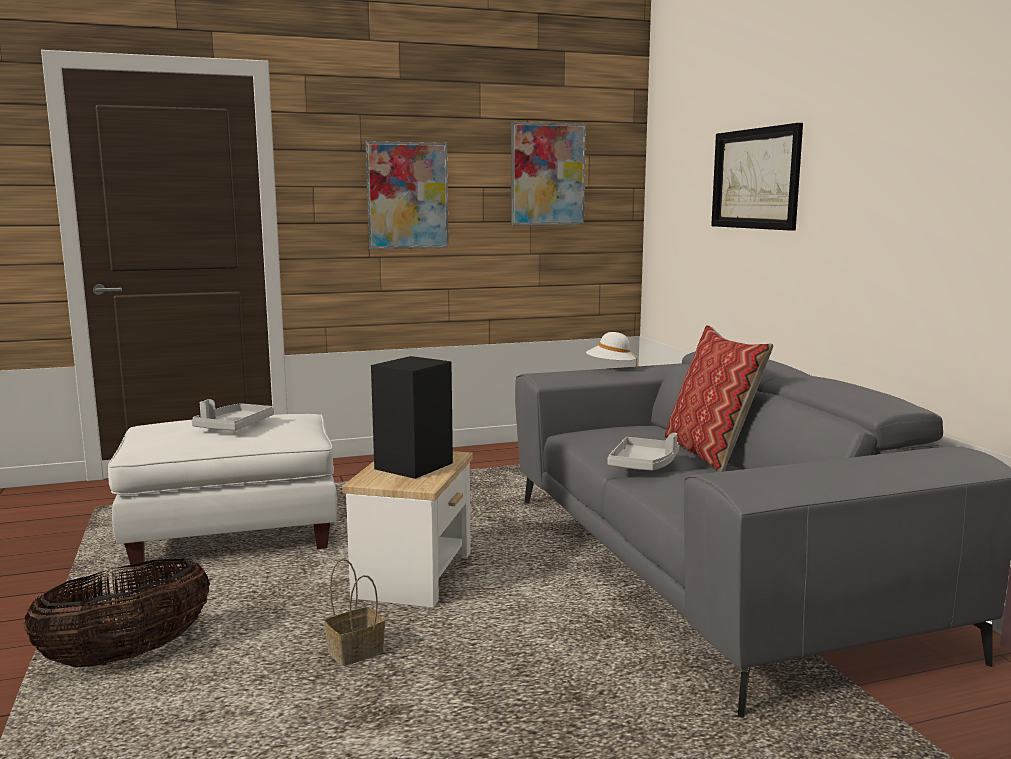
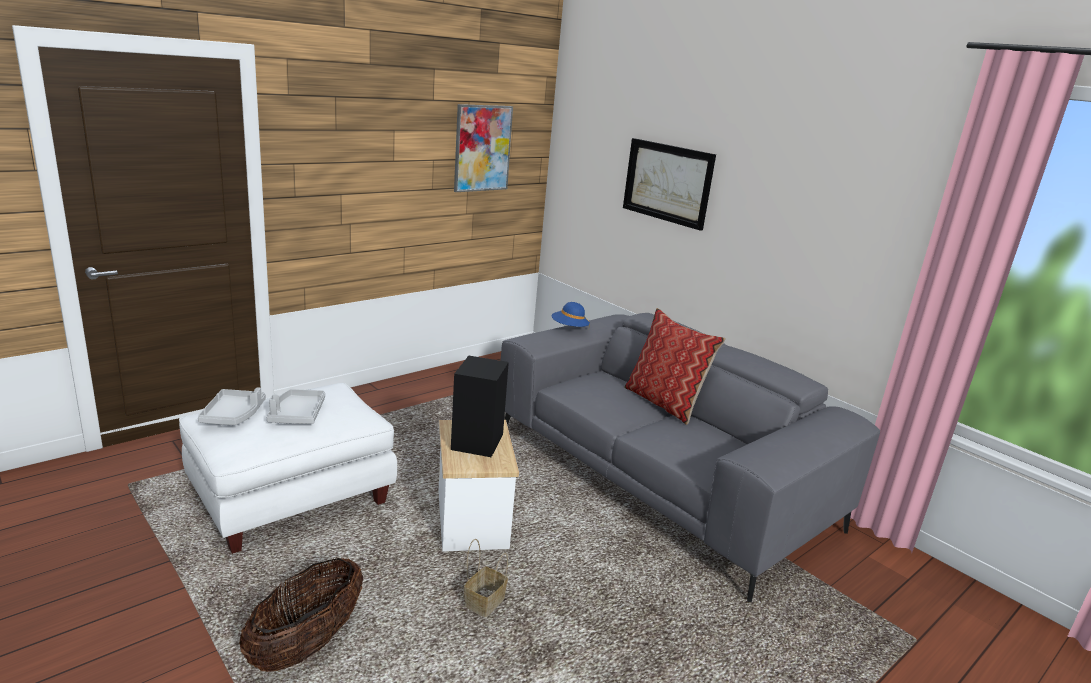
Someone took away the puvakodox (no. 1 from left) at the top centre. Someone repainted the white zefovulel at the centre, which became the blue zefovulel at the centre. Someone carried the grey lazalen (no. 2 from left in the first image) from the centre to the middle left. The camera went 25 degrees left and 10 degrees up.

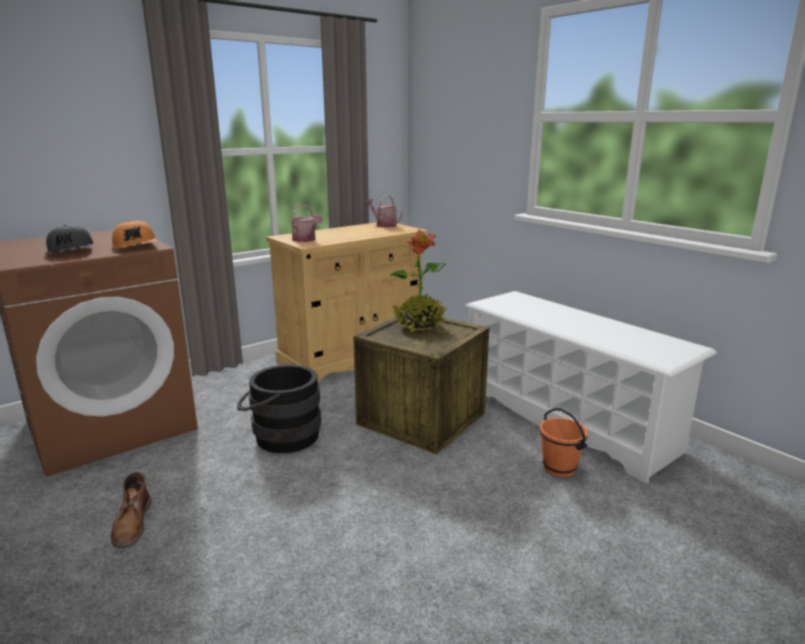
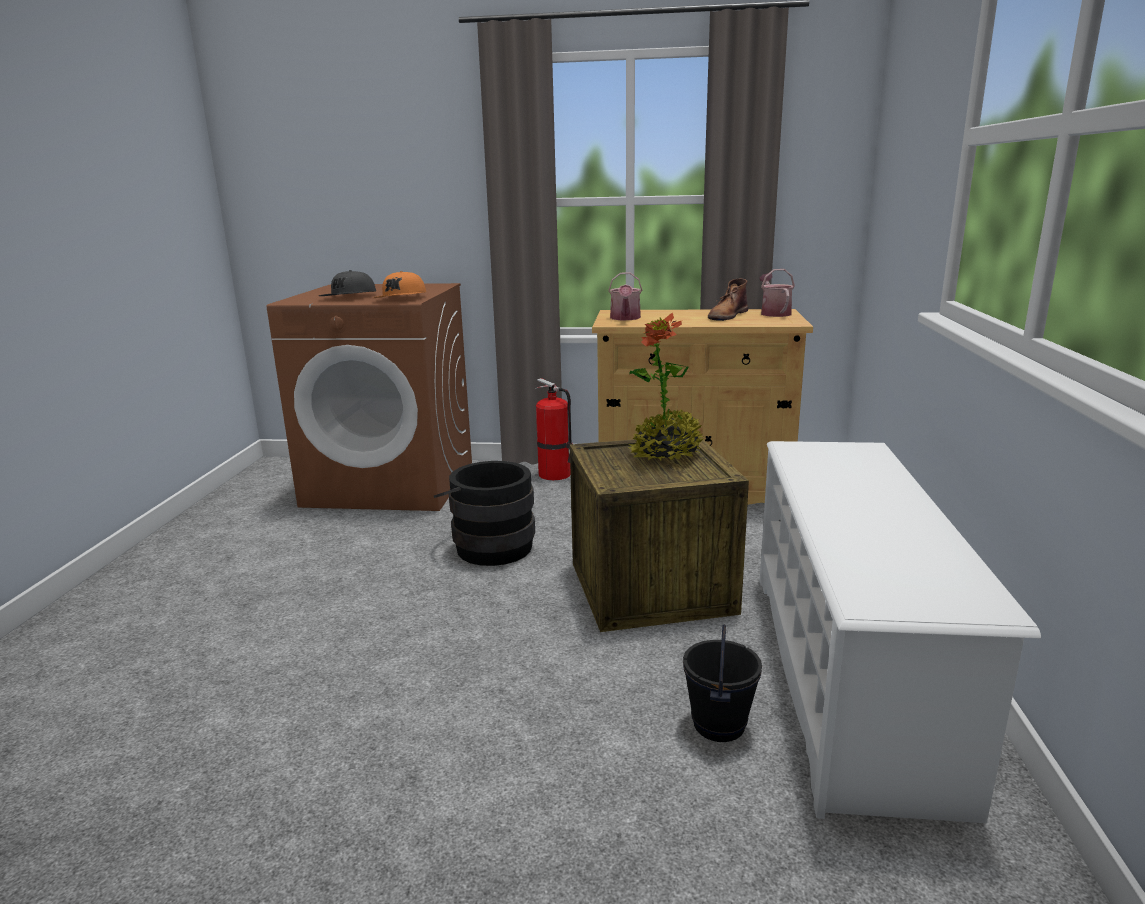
Someone repainted the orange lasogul at the bottom right, which became the black lasogul (no. 2 from left) at the bottom centre. Someone carried the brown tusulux from the bottom left to the top centre. Someone put down the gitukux at the centre. The camera went 45 degrees right and 0 degrees up.

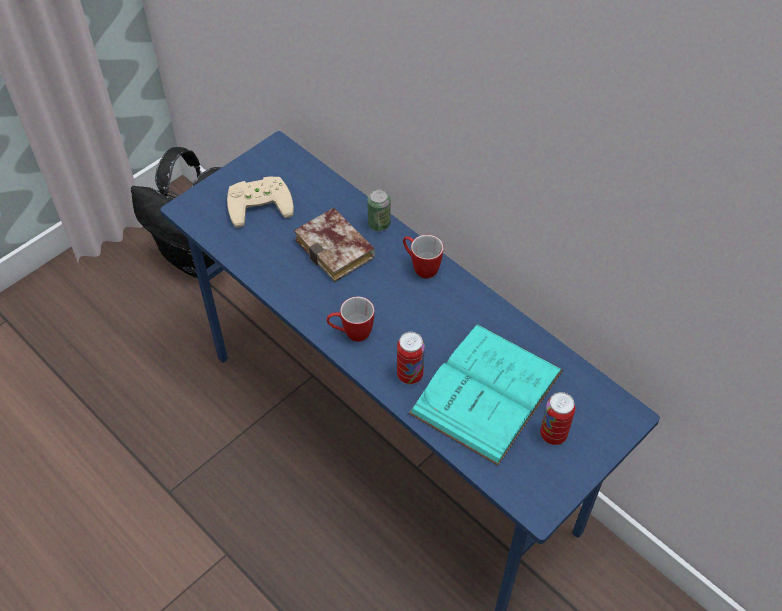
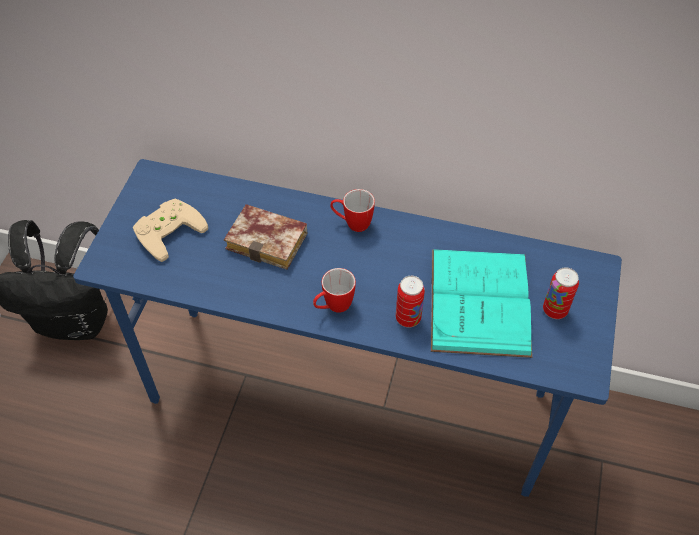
Someone took away the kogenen (no. 1 from left) at the centre. The camera went 30 degrees left and 0 degrees up.

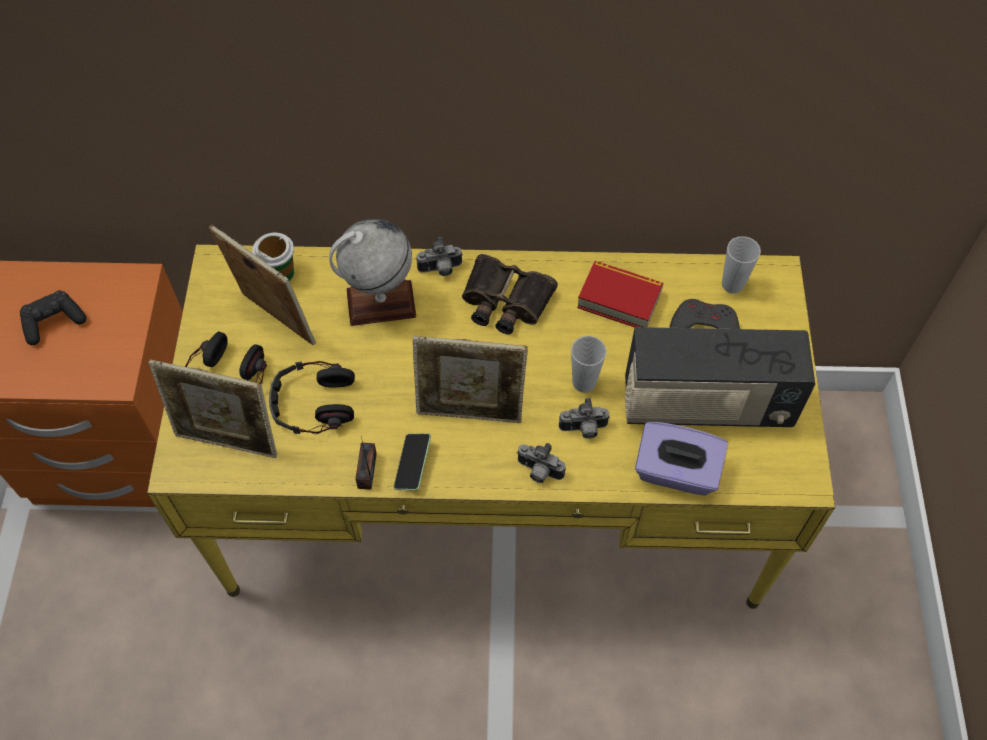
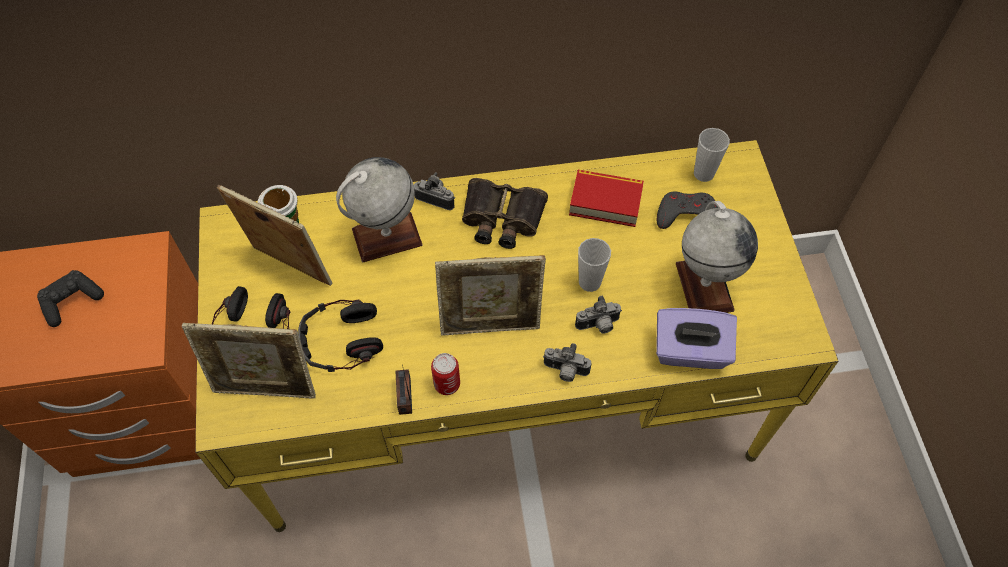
Someone rotated the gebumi (no. 1 from left) at the centre by 135 degrees counterclockwise. Someone swapped the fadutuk (no. 2 from left) at the middle right for the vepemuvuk (no. 2 from left) at the middle right. Someone swapped the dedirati at the centre for the kogenen at the centre. The camera went 10 degrees left and 0 degrees up.

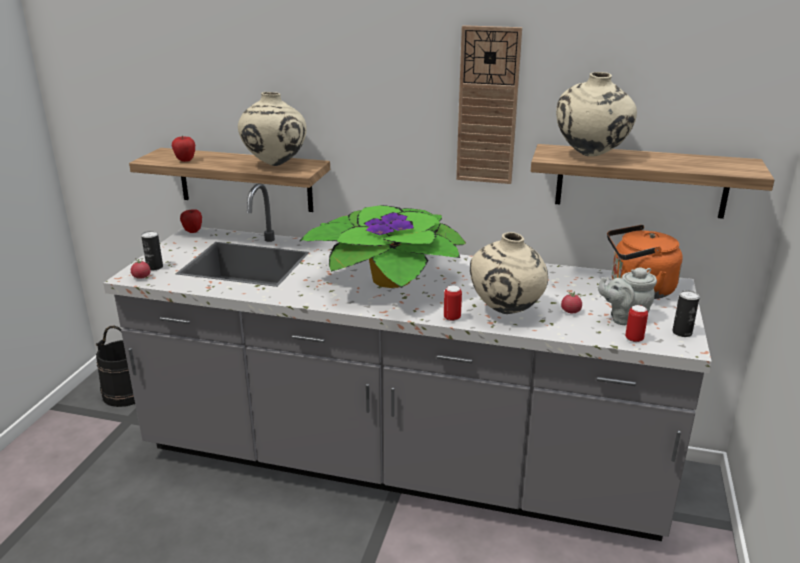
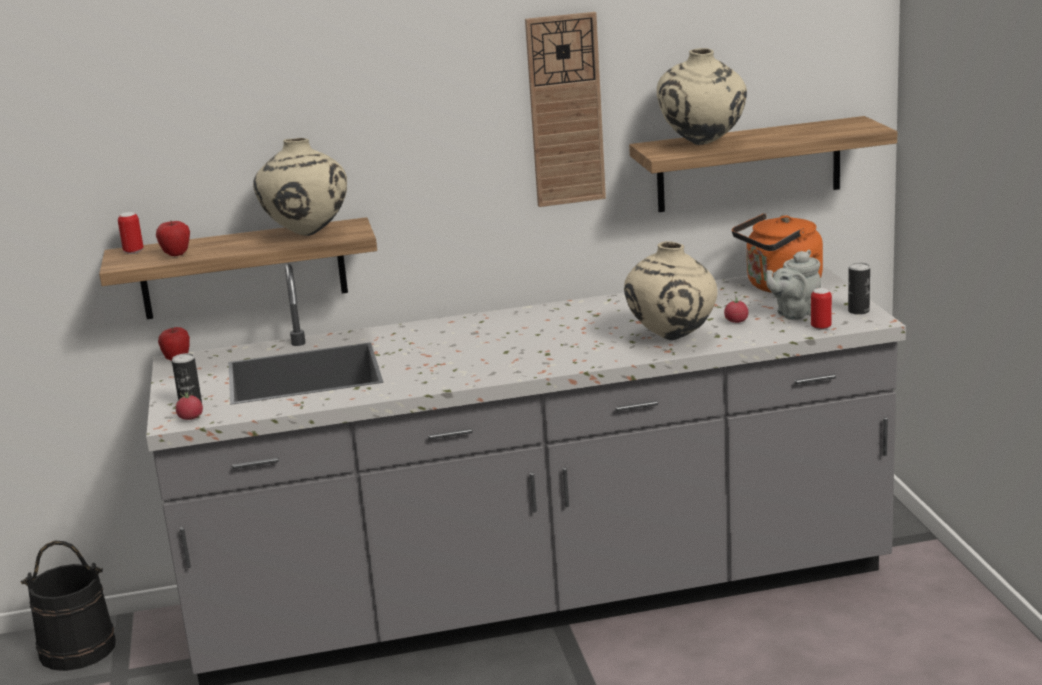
Someone took away the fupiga at the centre. Someone carried the kogenen (no. 2 from left in the first image) from the centre to the middle left. The camera went 25 degrees left and 5 degrees down.

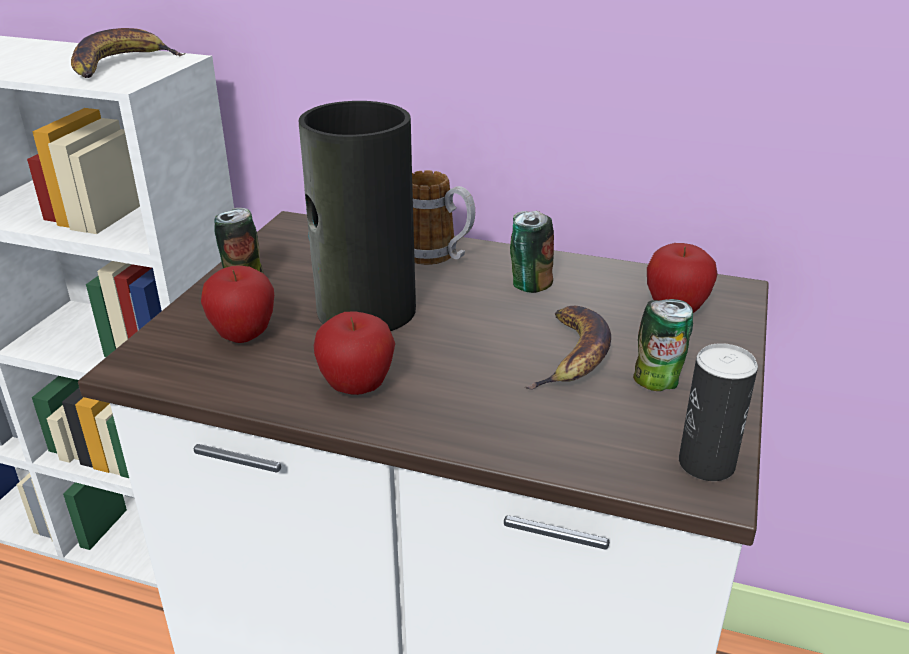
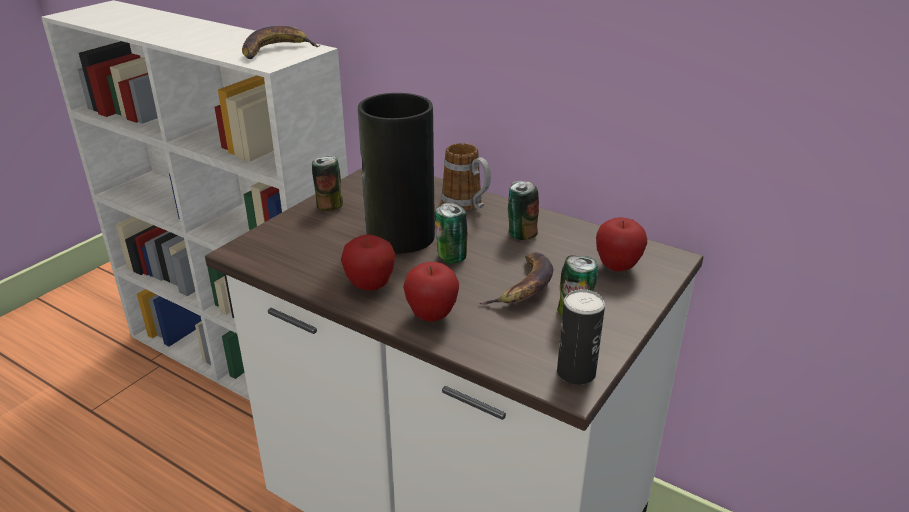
Someone carried the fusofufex (no. 1 from left in the first image) from the middle left to the centre. Someone put down the kogenen (no. 2 from left) at the centre. The camera went 15 degrees right and 0 degrees up.

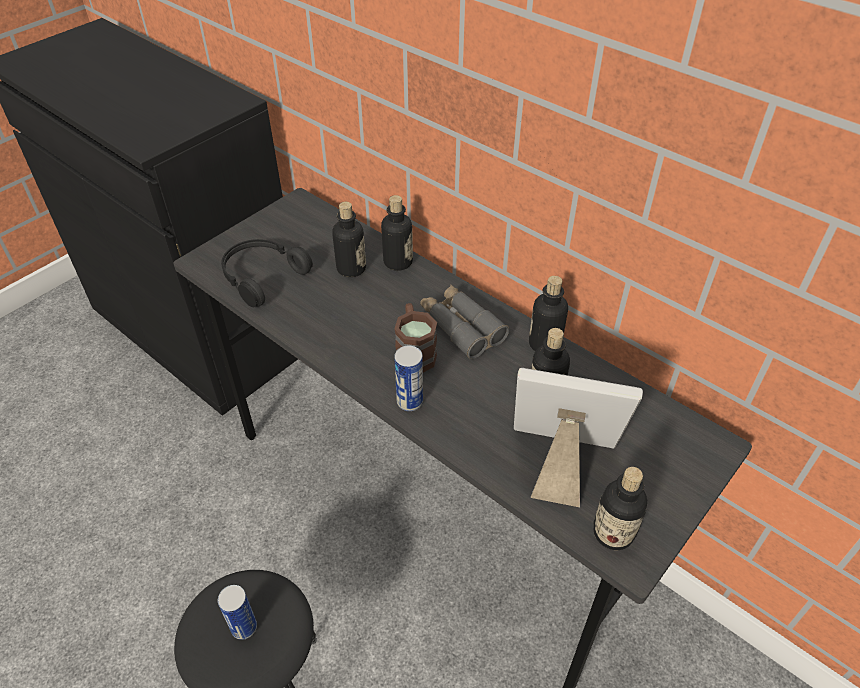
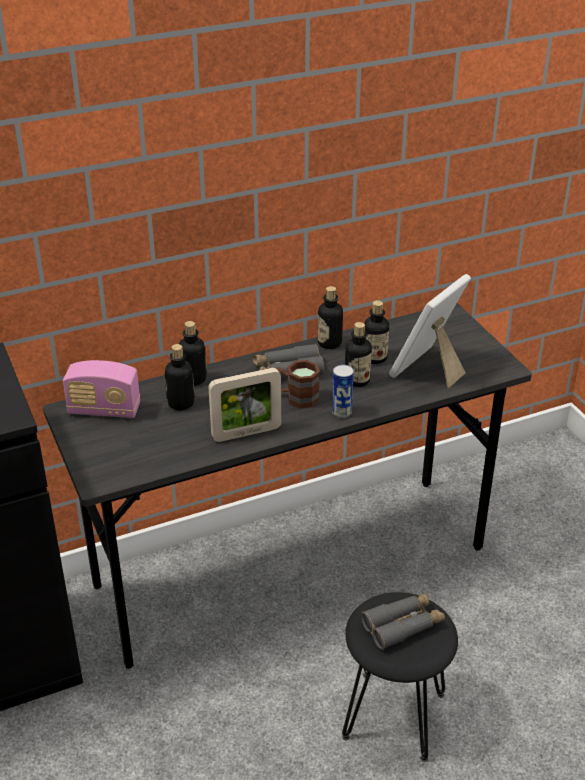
Someone took away the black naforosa at the middle left. Someone carried the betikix (no. 5 from left in the first image) from the bottom right to the centre. Someone swapped the kogenen (no. 1 from left) at the bottom left for the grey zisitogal (no. 2 from left) at the bottom right. Someone put down the fadutuk at the middle left. Someone put down the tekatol (no. 1 from left) at the centre. The camera went 65 degrees left and 10 degrees down.

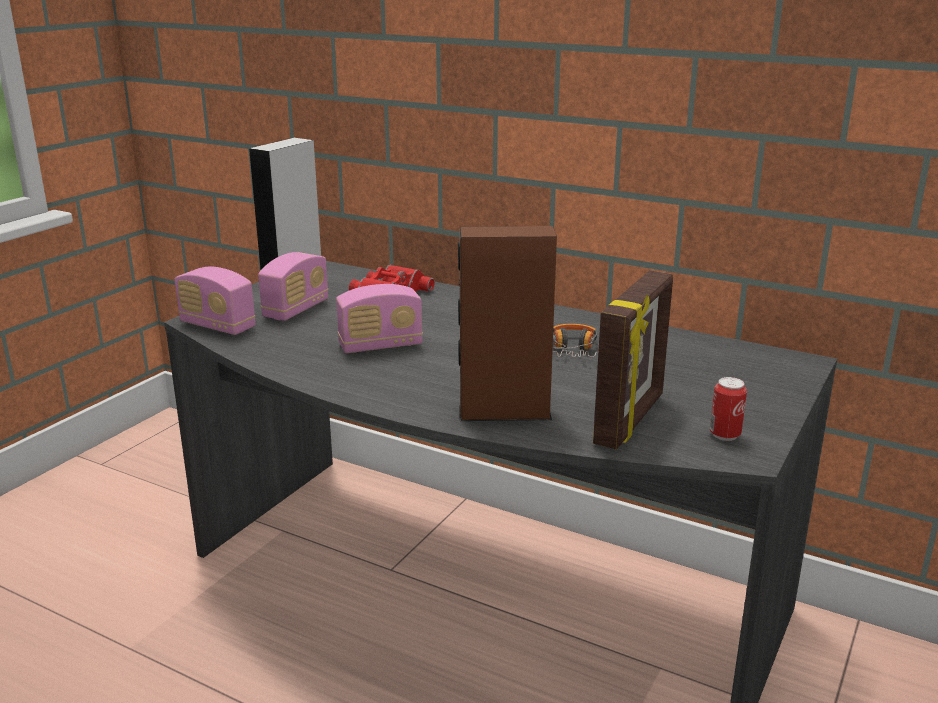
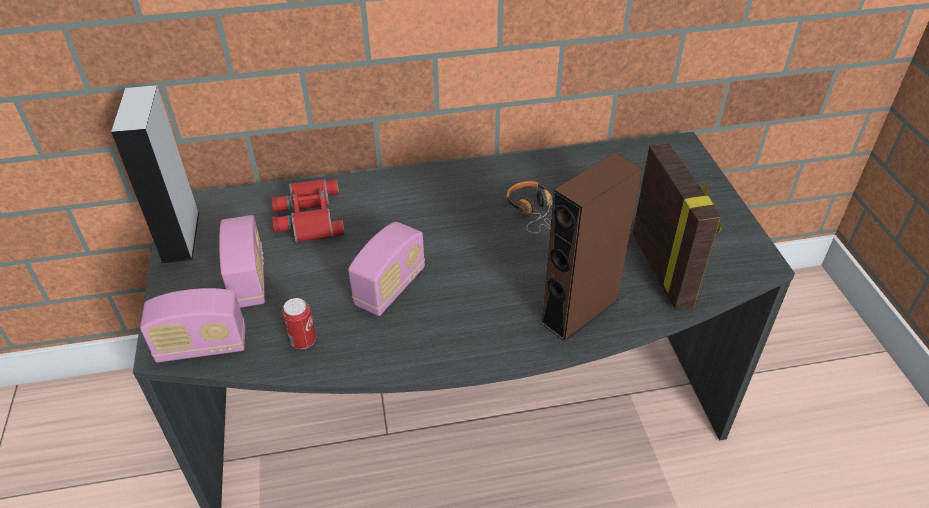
Someone carried the kogenen from the middle right to the middle left. The camera went 40 degrees left and 20 degrees up.

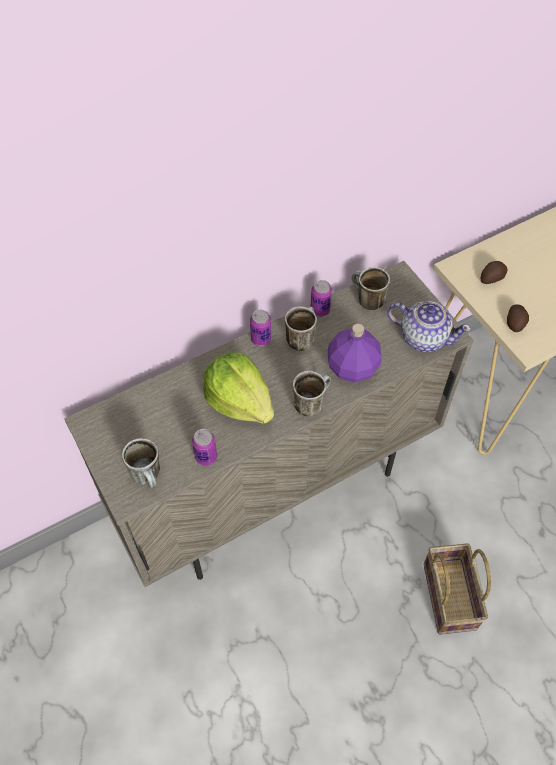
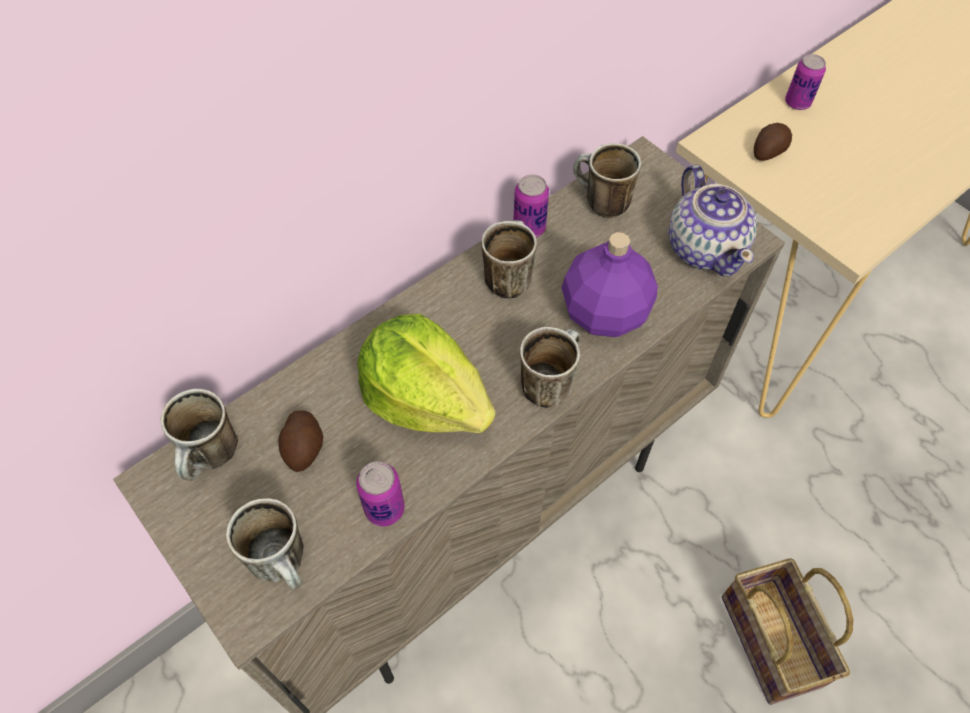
Someone rotated the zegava at the middle right by 60 degrees clockwise. Someone carried the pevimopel (no. 2 from left in the first image) from the middle right to the middle left. Someone carried the kogenen (no. 2 from left in the first image) from the centre to the top right. Someone put down the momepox (no. 1 from left) at the middle left. The camera went 10 degrees left and 0 degrees up.

